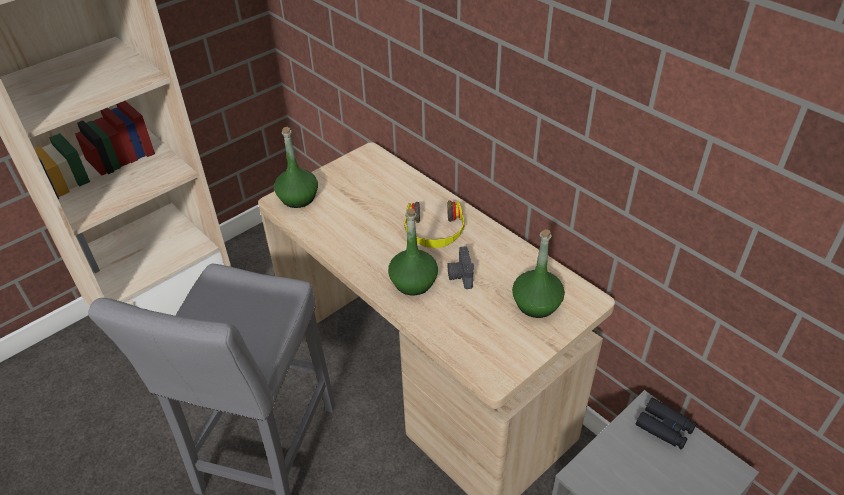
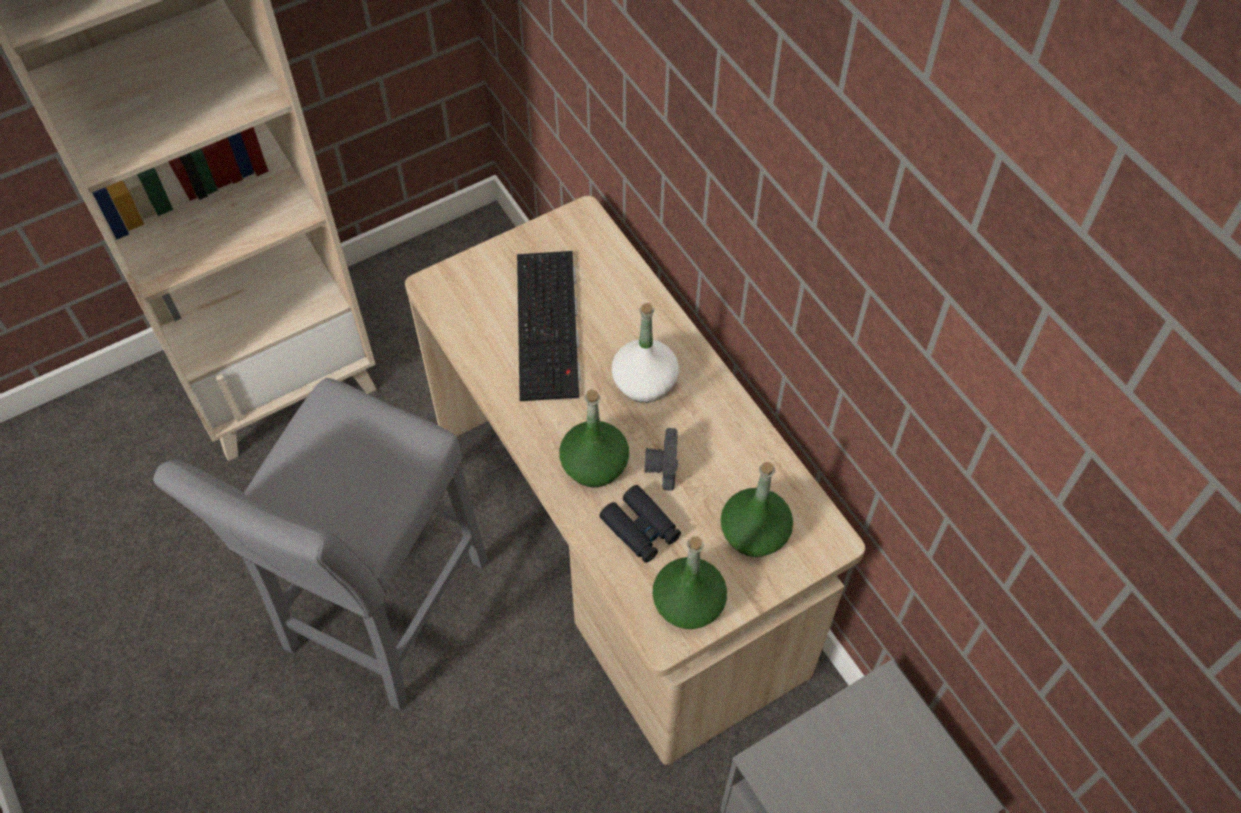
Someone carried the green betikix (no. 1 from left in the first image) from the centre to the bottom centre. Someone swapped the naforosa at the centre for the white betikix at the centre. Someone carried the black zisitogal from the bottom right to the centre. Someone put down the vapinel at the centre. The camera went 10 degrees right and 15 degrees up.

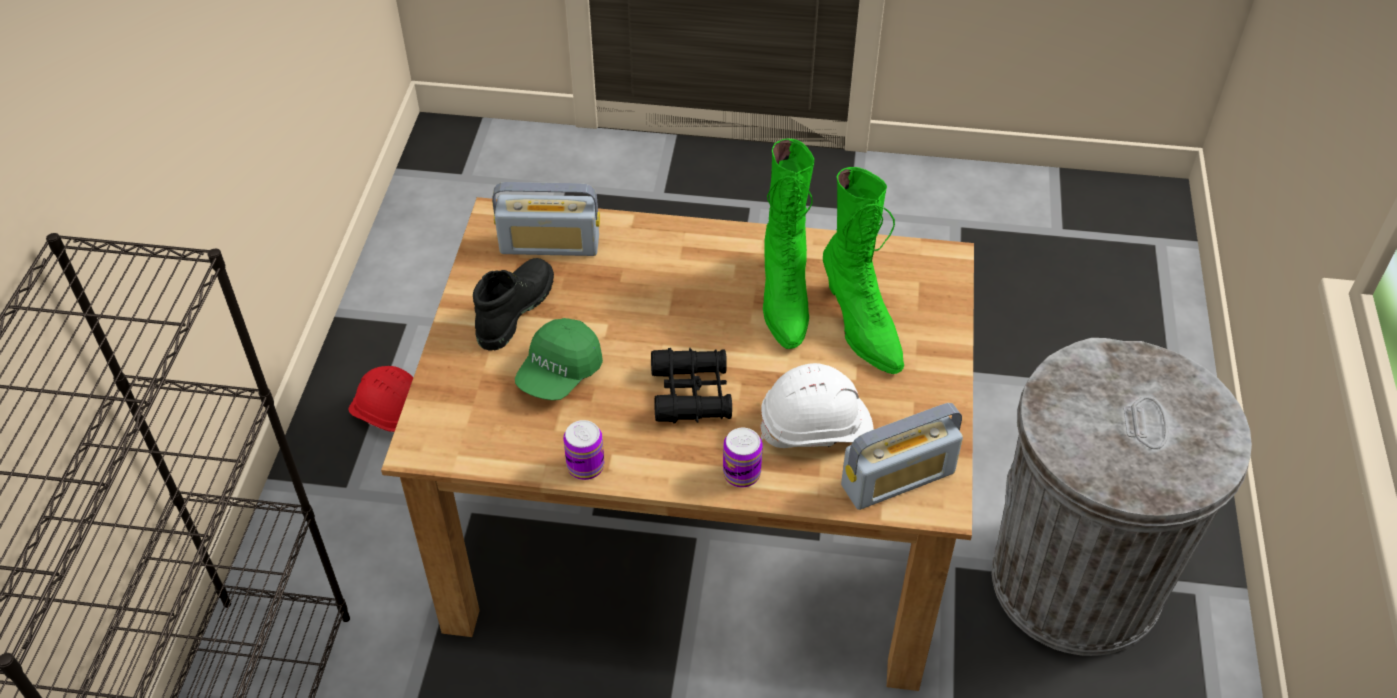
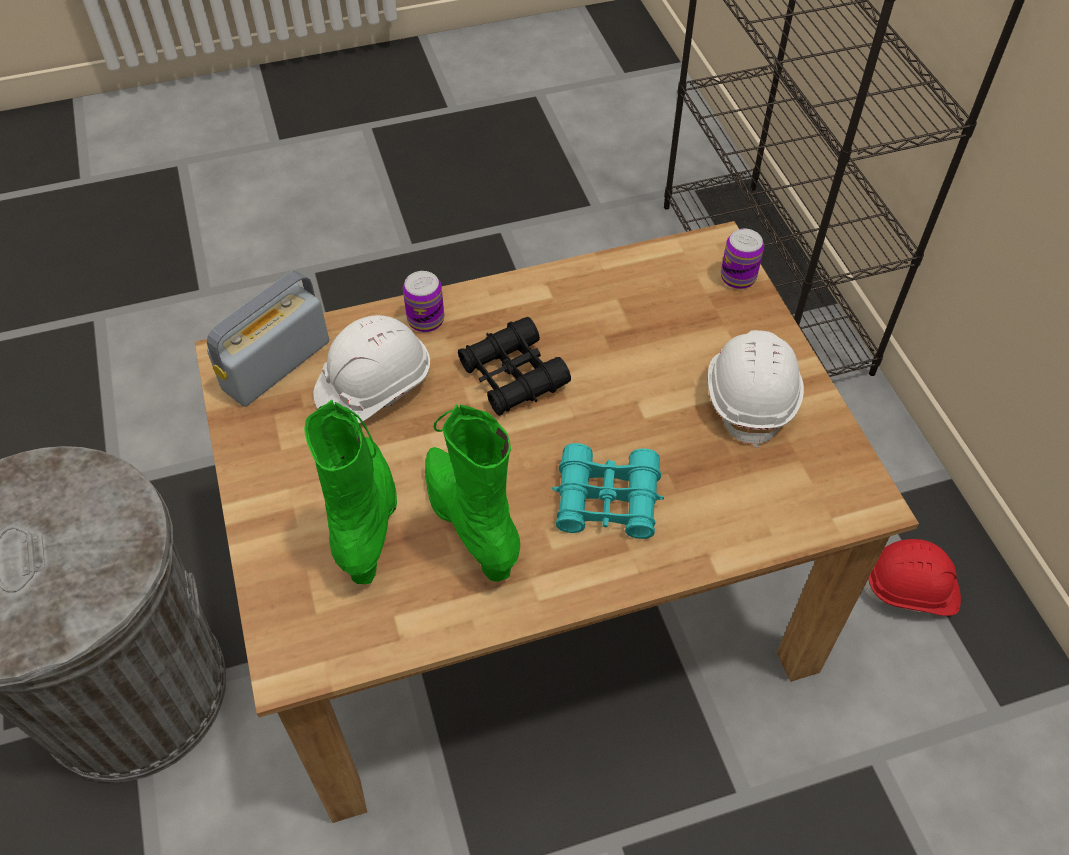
Someone rotated the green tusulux (no. 2 from left in the first image) at the centre by 45 degrees clockwise. Someone took away the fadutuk (no. 1 from left) at the top centre. Someone swapped the black tusulux at the centre for the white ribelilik (no. 2 from left) at the middle right. Someone took away the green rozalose at the centre. Someone carried the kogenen (no. 1 from left in the first image) from the centre to the top right. Someone put down the turquoise zisitogal at the centre. The camera went 155 degrees right and 5 degrees up.

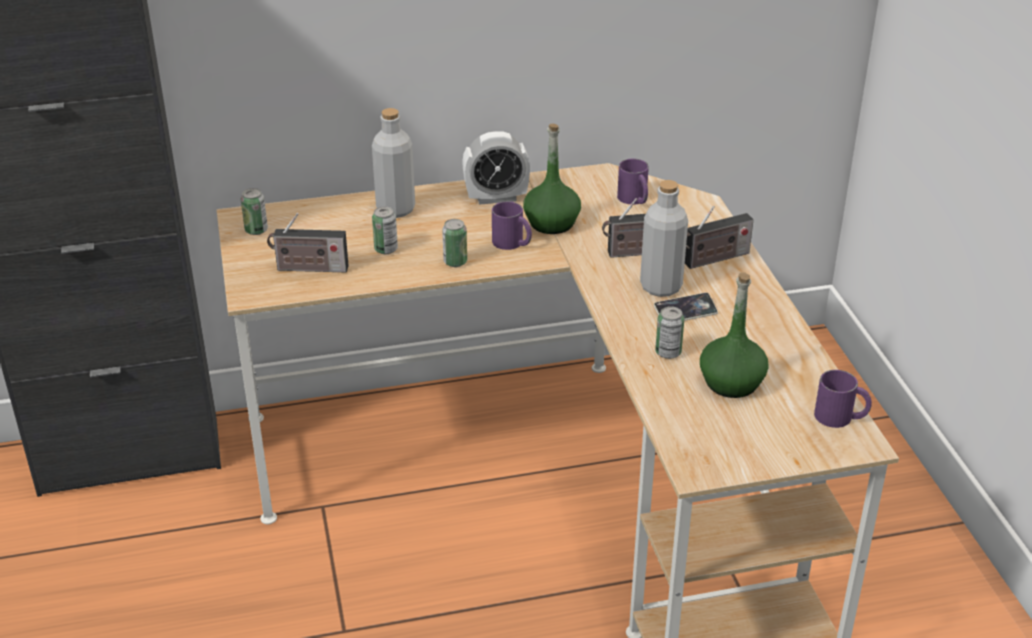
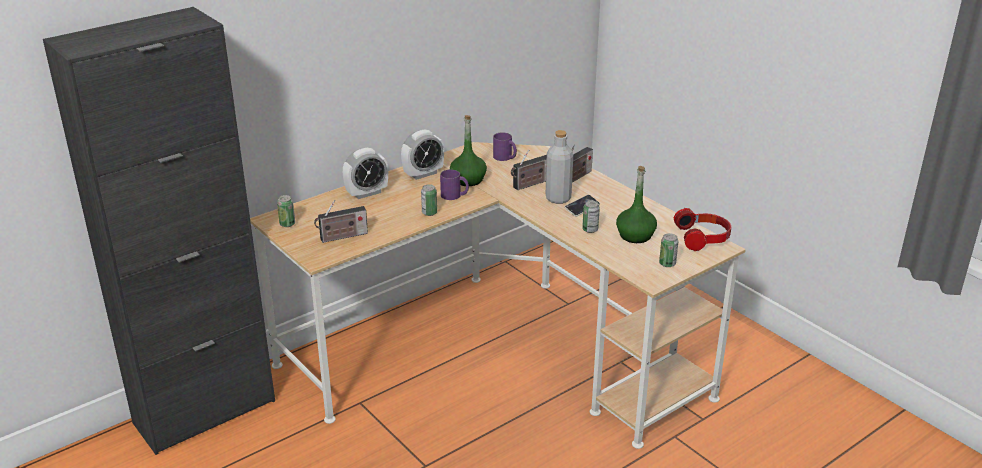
Someone swapped the grey betikix (no. 1 from left) at the top centre for the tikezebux (no. 1 from left) at the centre. Someone carried the kogenen (no. 2 from left in the first image) from the centre to the middle right. Someone swapped the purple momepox (no. 3 from left) at the middle right for the naforosa at the middle right. The camera went 25 degrees left and 5 degrees down.

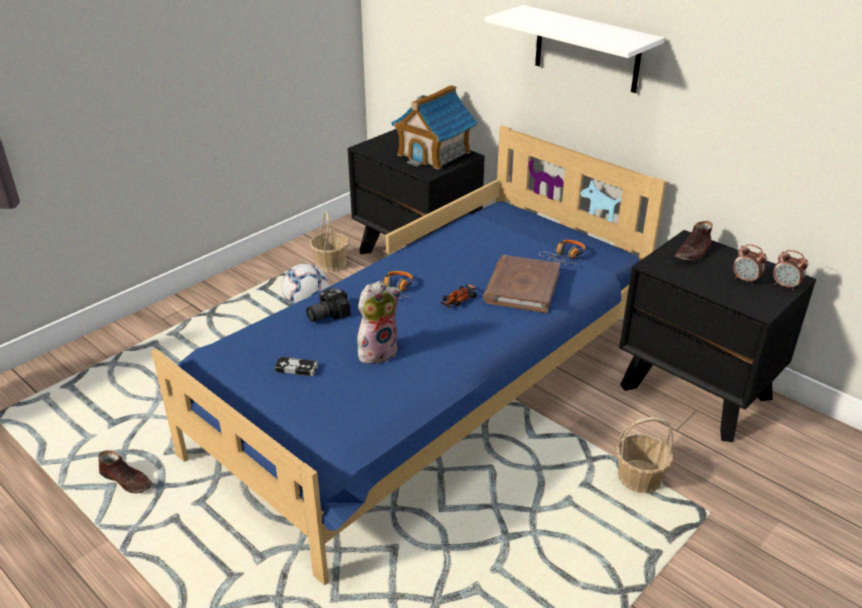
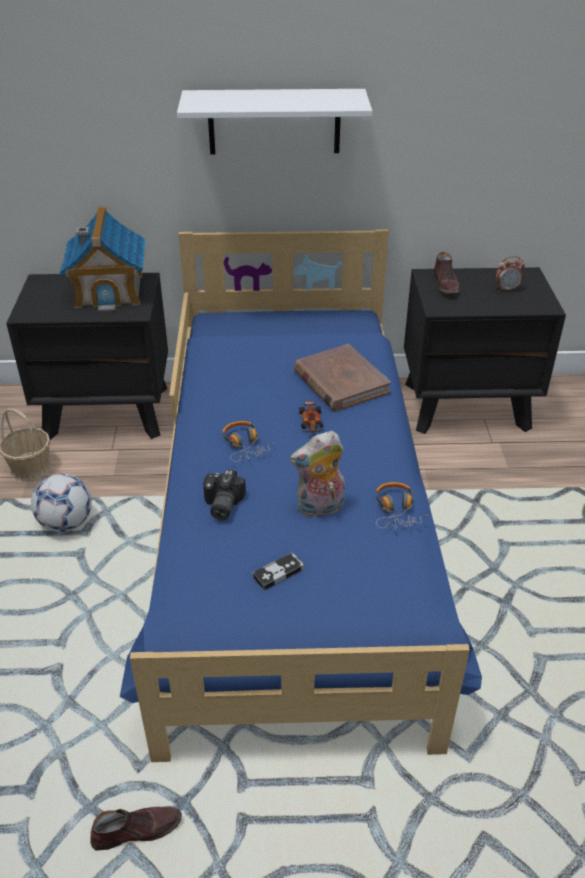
Someone carried the naforosa (no. 2 from left) from the centre to the middle right. Someone took away the tikezebux (no. 2 from left) at the middle right. Someone rotated the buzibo at the centre by 120 degrees counterclockwise. Someone took away the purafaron (no. 2 from left) at the bottom right. The camera went 45 degrees left and 5 degrees up.

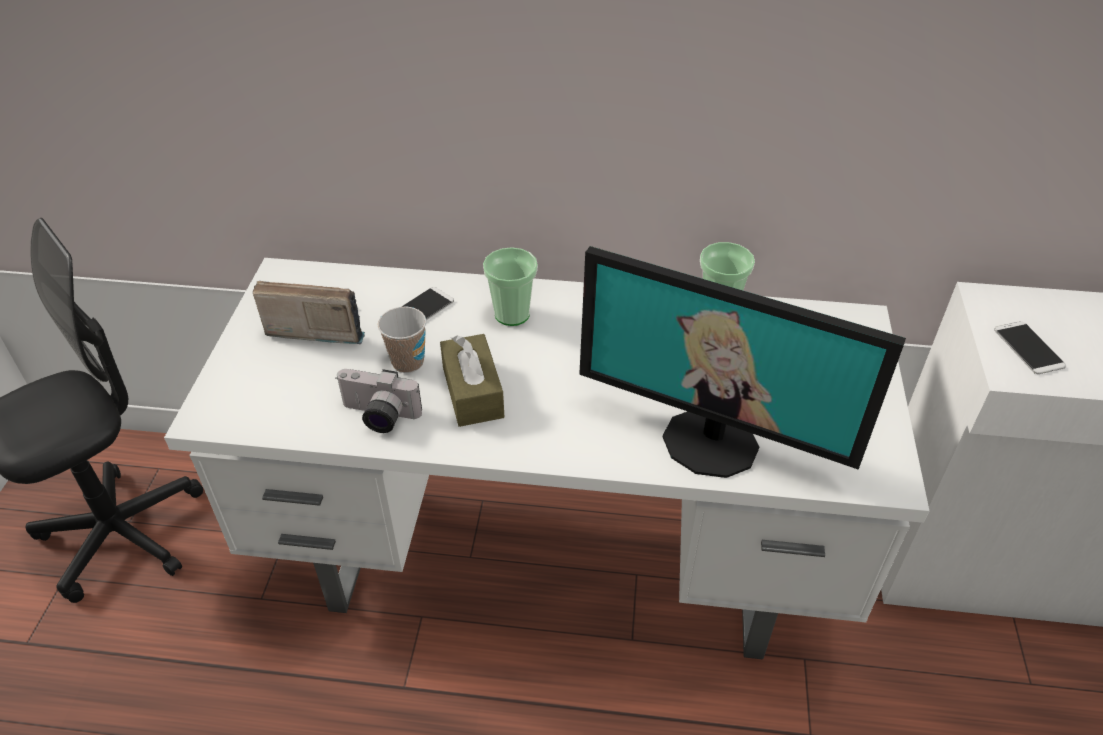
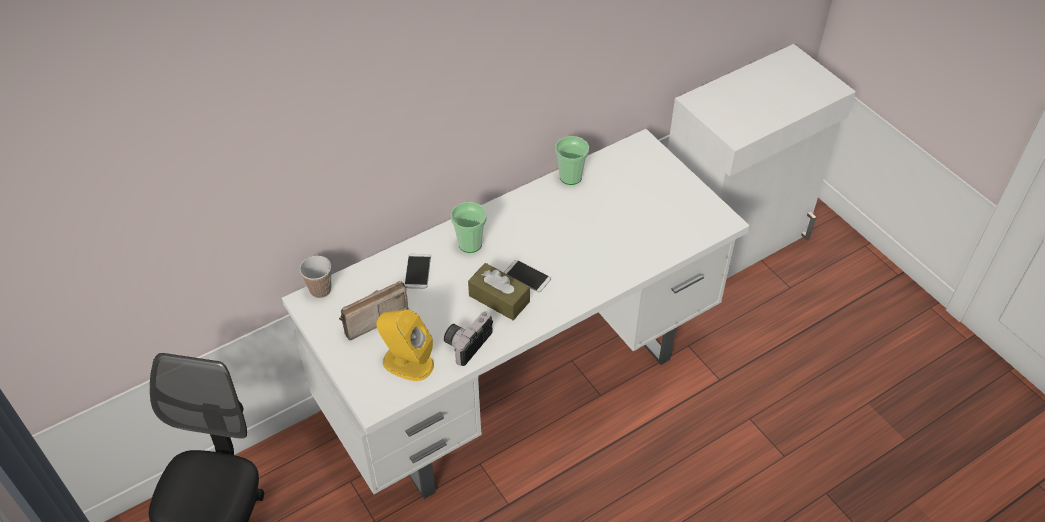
Someone took away the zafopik at the middle right. Someone carried the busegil (no. 1 from left) from the centre to the middle left. Someone carried the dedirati (no. 2 from left) from the middle right to the centre. Someone rotated the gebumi at the centre by 150 degrees clockwise. Someone put down the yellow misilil at the centre. The camera went 40 degrees left and 5 degrees up.

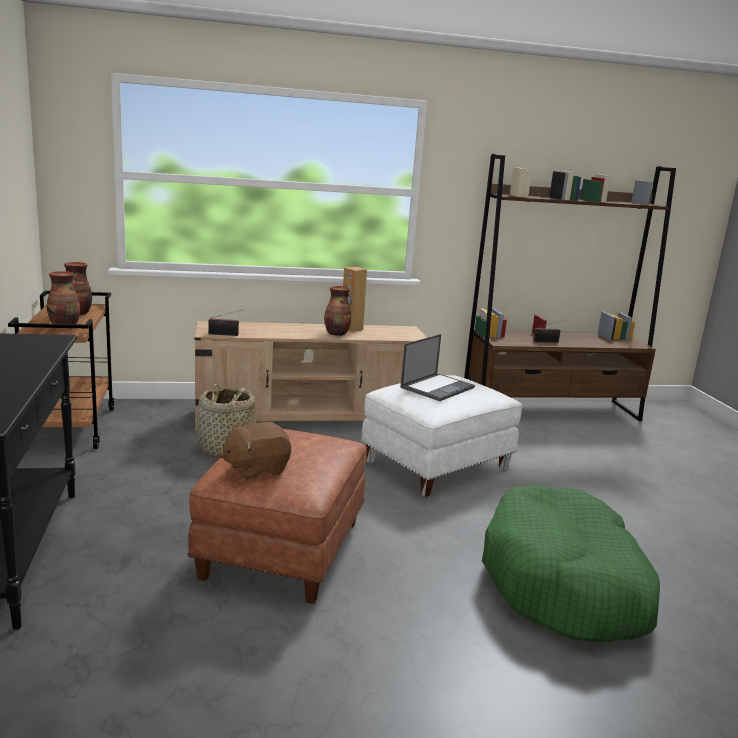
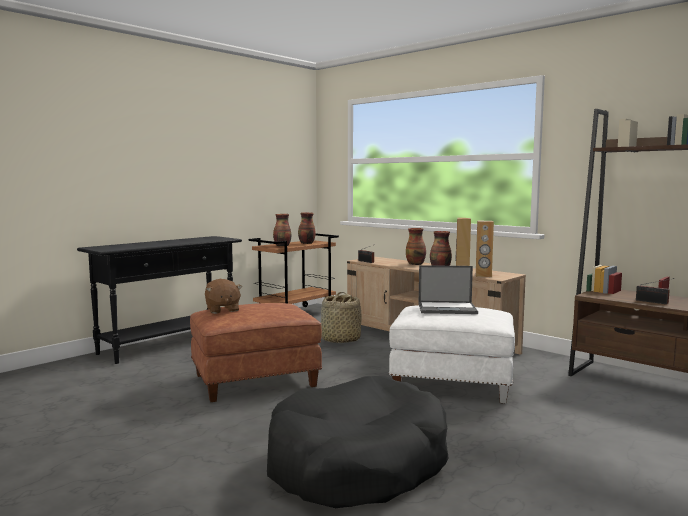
Someone rotated the brown buzibo at the centre by 135 degrees counterclockwise. Someone repainted the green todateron at the bottom right, which became the black todateron at the bottom centre. Someone put down the brown misilil (no. 2 from left) at the middle right. Someone put down the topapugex (no. 3 from left) at the centre. The camera went 55 degrees right and 10 degrees down.

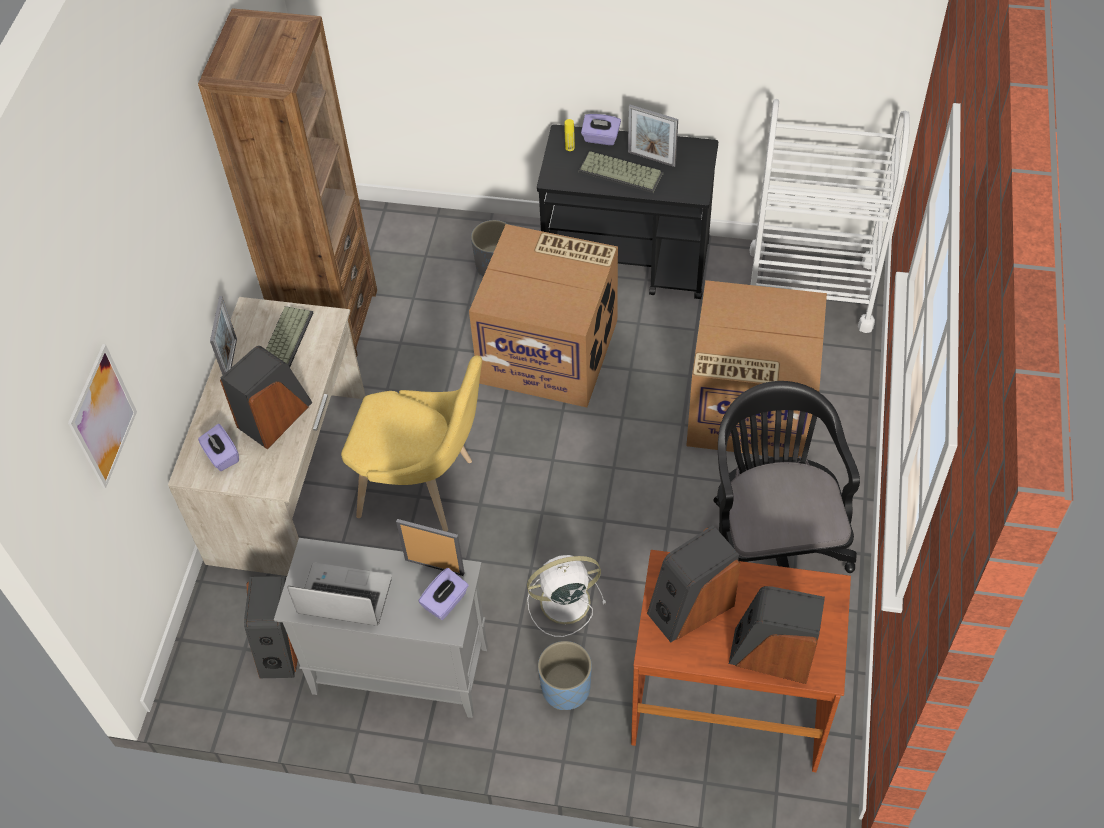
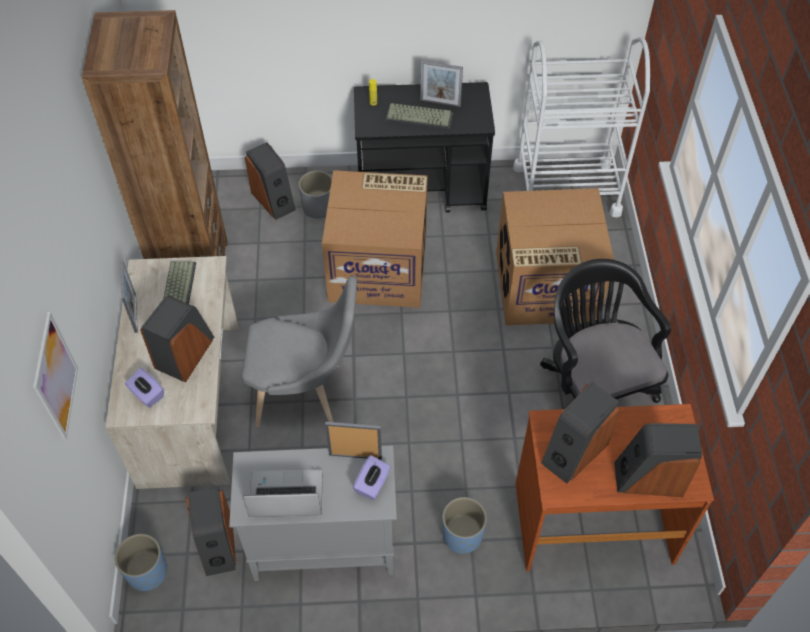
Someone took away the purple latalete (no. 3 from left) at the top centre. Someone repainted the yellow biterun at the centre, which became the grey biterun at the centre. Someone took away the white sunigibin at the bottom centre. Someone put down the misilil (no. 3 from left) at the top centre. Someone put down the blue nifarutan (no. 1 from left) at the bottom left. The camera went 15 degrees left and 0 degrees up.

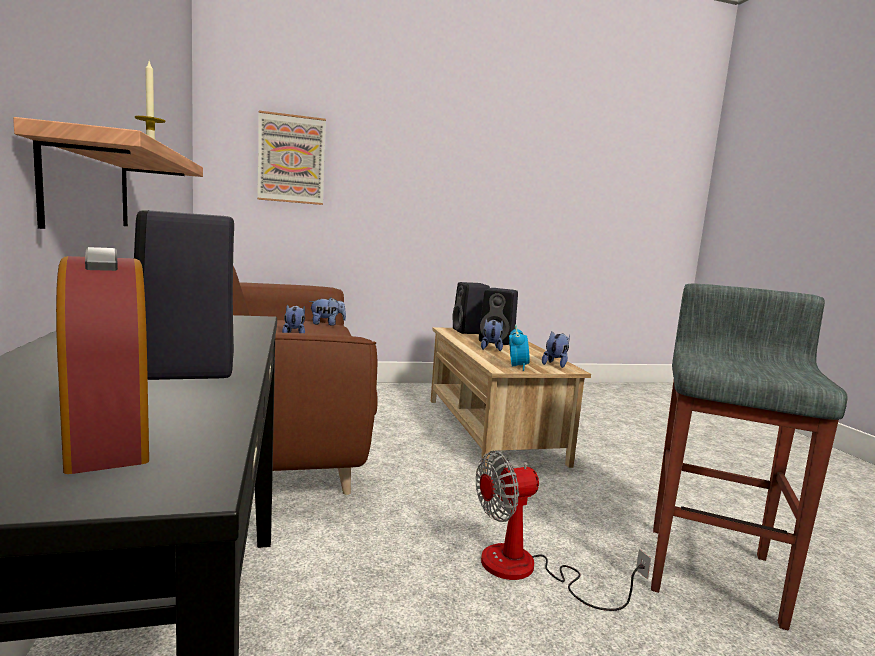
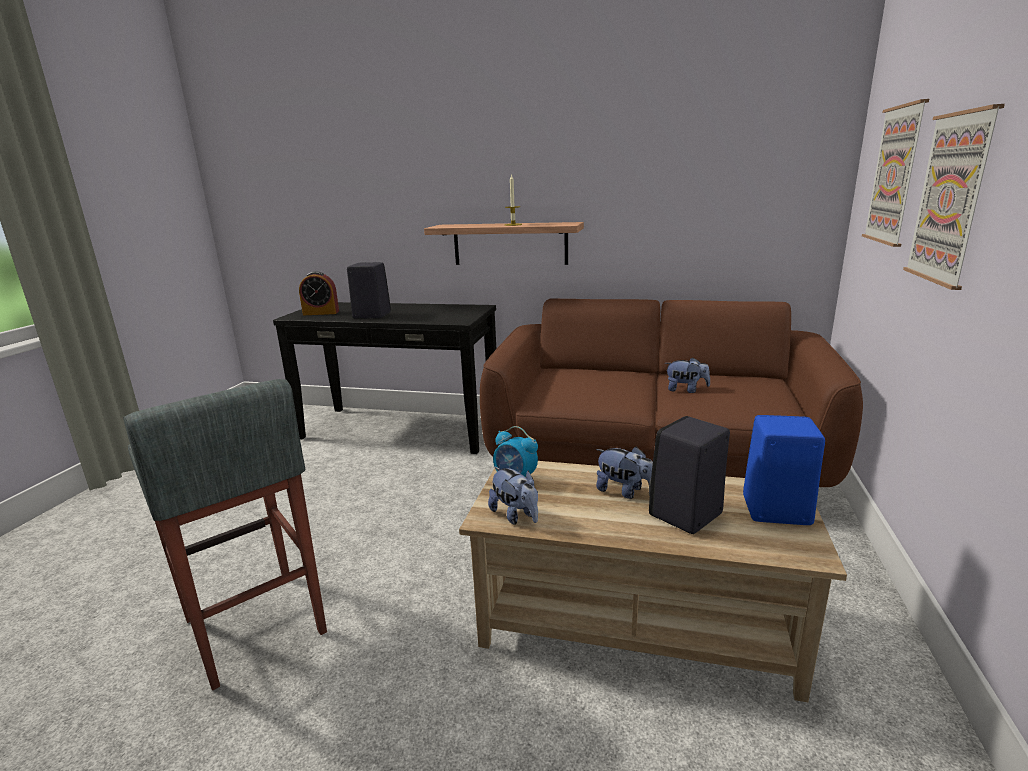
Someone repainted the black misilil (no. 2 from left) at the centre, which became the blue misilil at the middle right. Someone took away the buzibo (no. 2 from left) at the centre. Someone took away the sunigibin at the bottom centre. Someone put up the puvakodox (no. 2 from left) at the top right. The camera went 120 degrees right and 10 degrees up.

